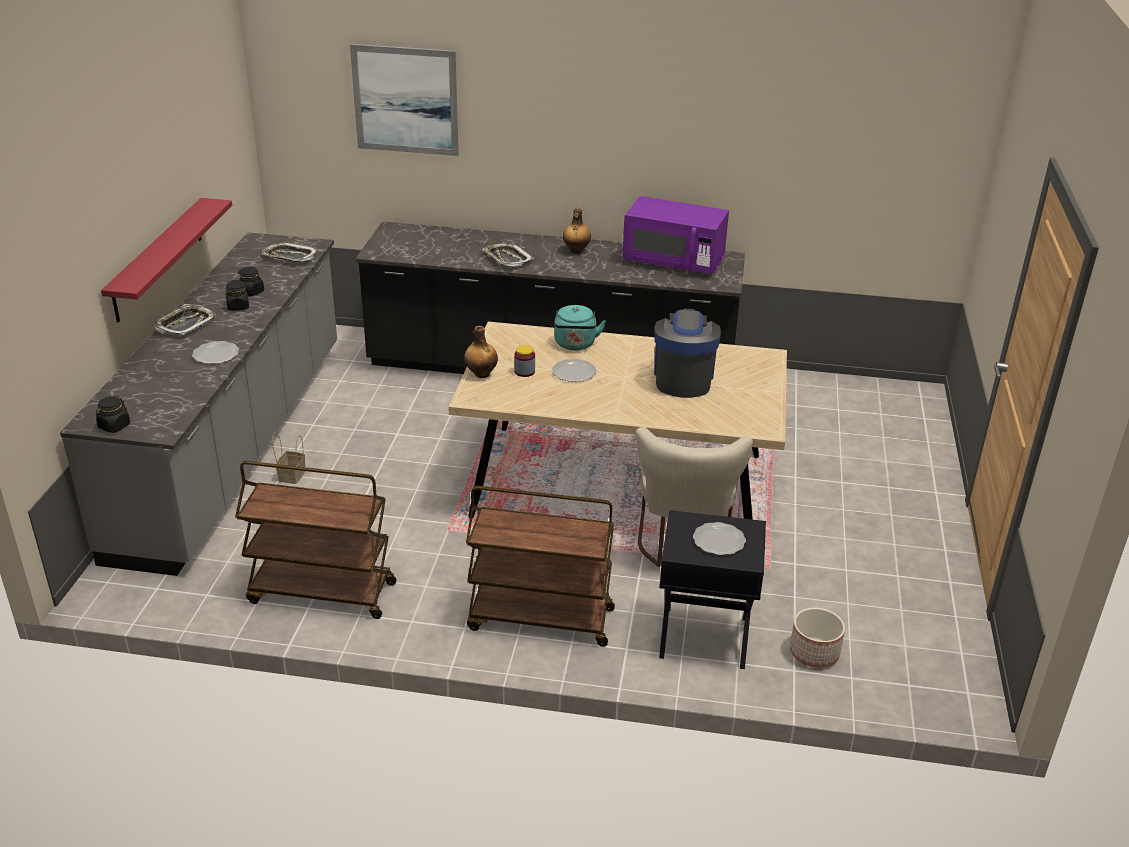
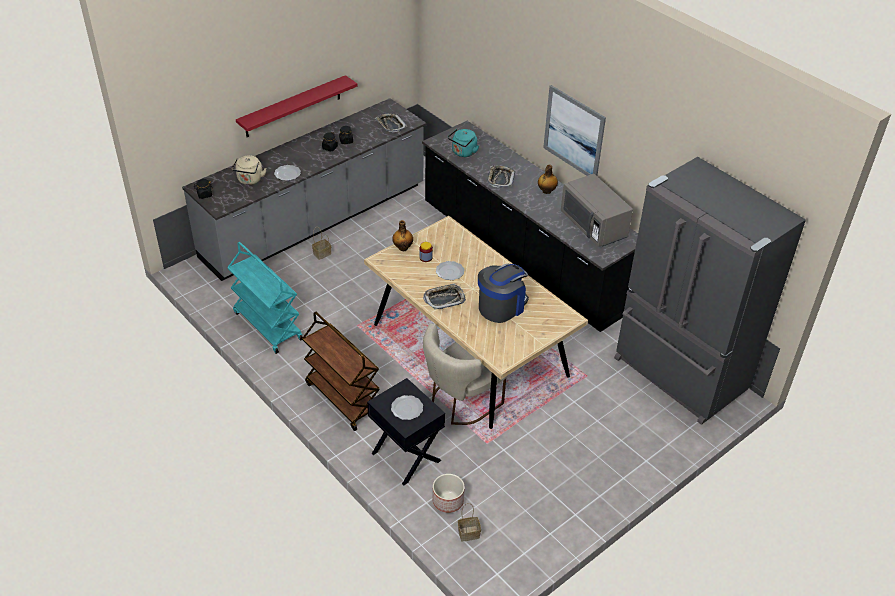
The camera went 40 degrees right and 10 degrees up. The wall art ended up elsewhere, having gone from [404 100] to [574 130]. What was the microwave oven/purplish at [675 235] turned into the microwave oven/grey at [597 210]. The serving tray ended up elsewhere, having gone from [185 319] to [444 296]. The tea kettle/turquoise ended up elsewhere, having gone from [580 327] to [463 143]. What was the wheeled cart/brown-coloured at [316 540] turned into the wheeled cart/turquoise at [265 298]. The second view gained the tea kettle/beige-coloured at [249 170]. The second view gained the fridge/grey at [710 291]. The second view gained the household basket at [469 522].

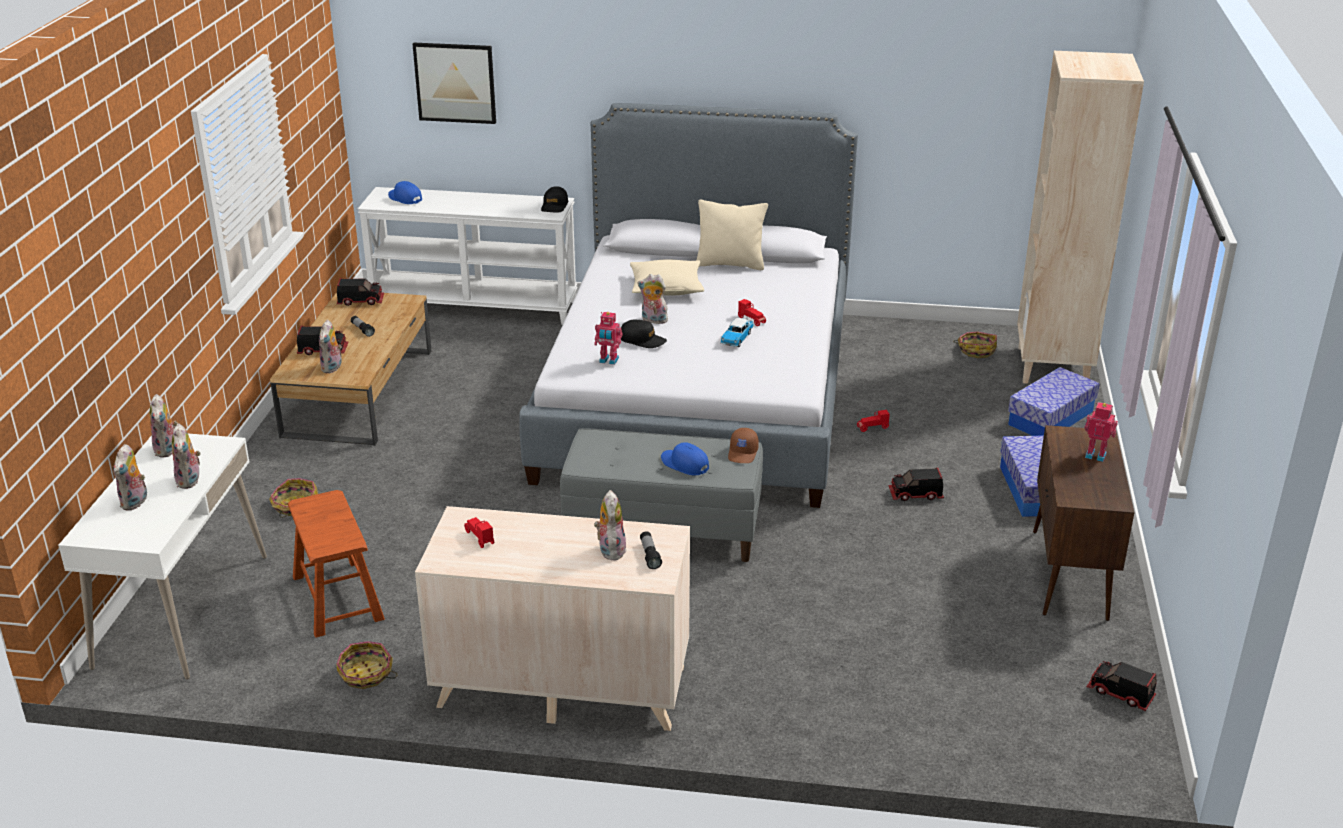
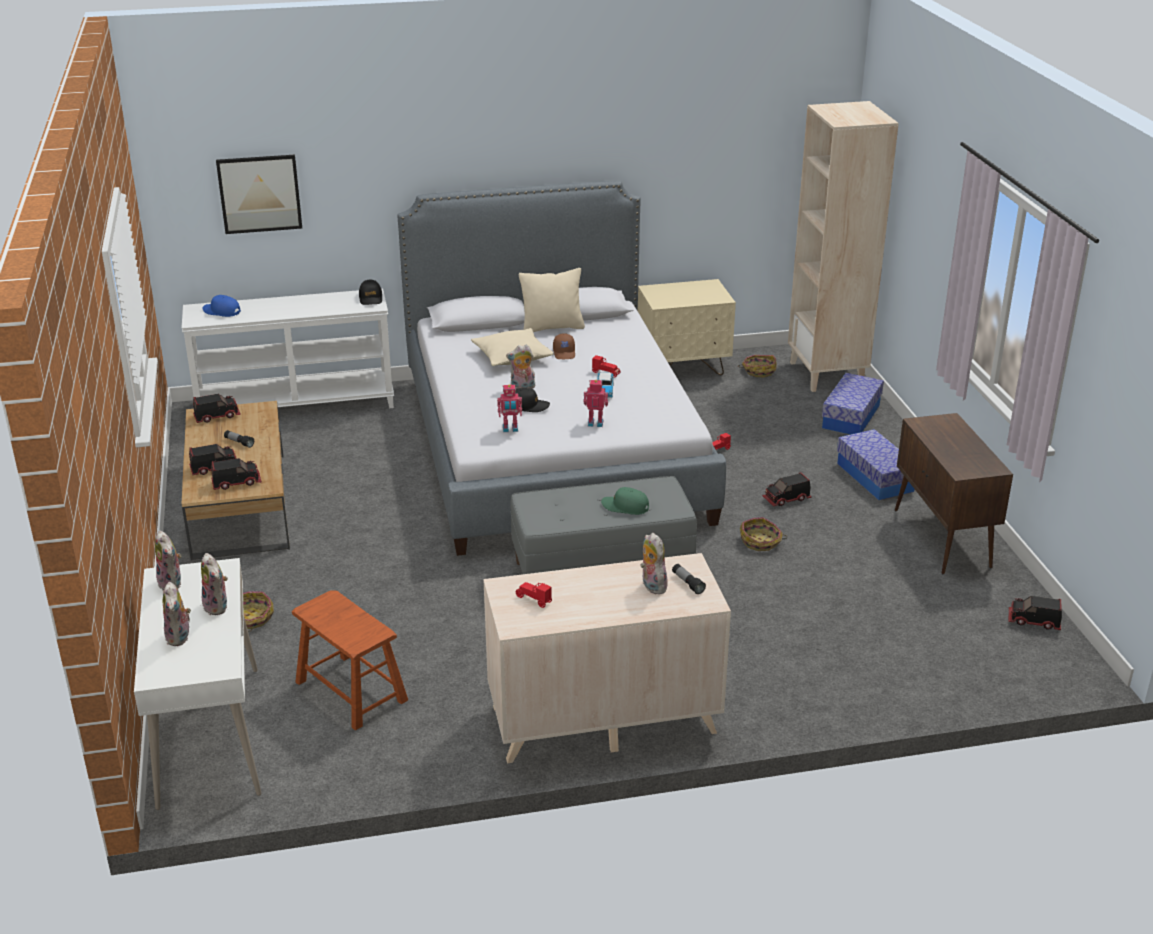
The camera went 20 degrees left and 0 degrees up. Where the soft toy stood at [331 346], the toy lorry came to stand at [236 474]. The model robot ended up elsewhere, having gone from [1101 432] to [595 403]. The baseball cap/brown-coloured ended up elsewhere, having gone from [743 445] to [564 346]. What was the baseball cap/bluish at [685 458] turned into the baseball cap/green-coloured at [625 501]. The household basket ended up elsewhere, having gone from [366 665] to [763 534]. The second view gained the nightstand/beige-coloured at [687 327].

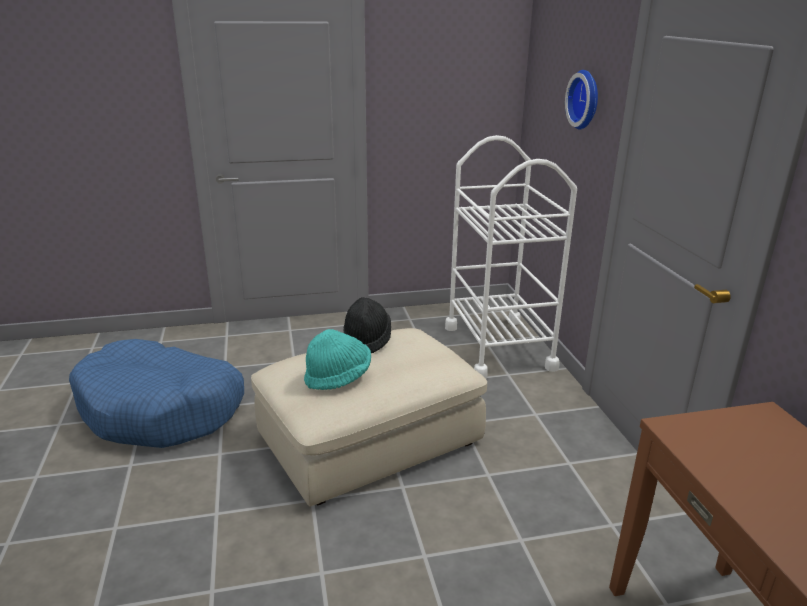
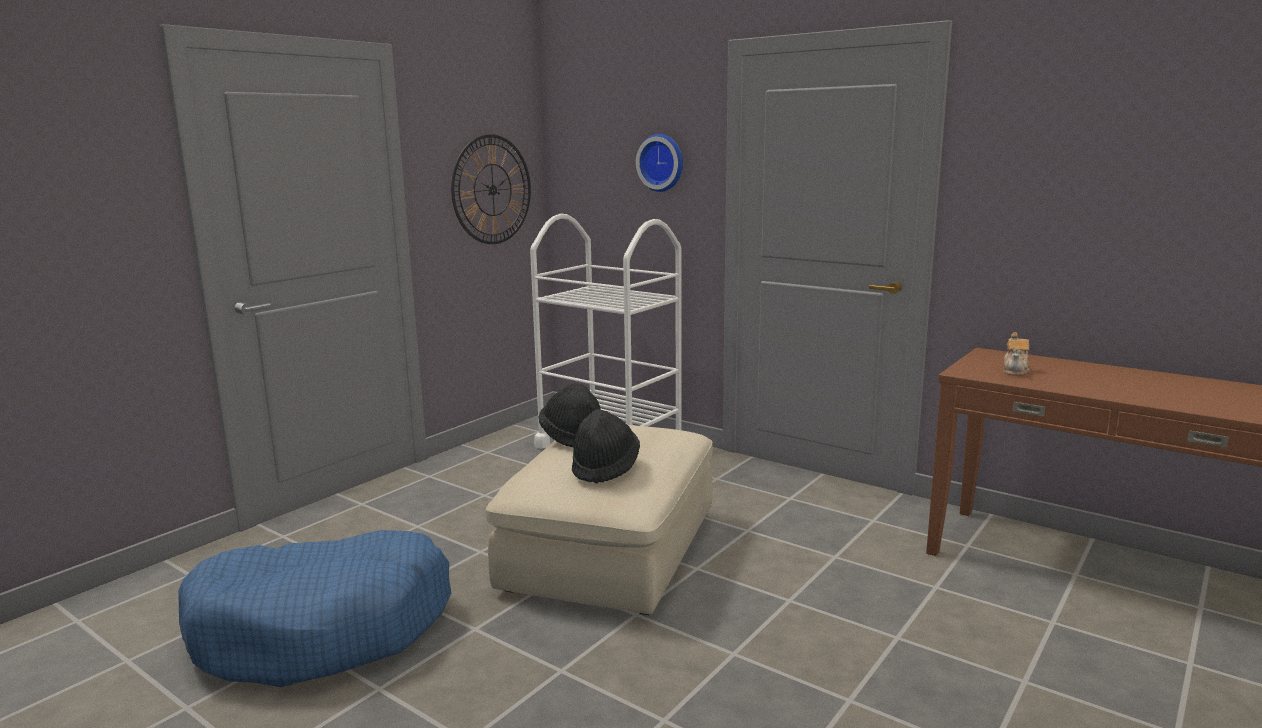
The camera went 40 degrees left and 10 degrees down. What was the clothing hat/turquoise at [337 359] turned into the clothing hat/black-coloured at [606 446]. The second view gained the hanging clock at [491 189]. The second view gained the teapot at [1016 354].

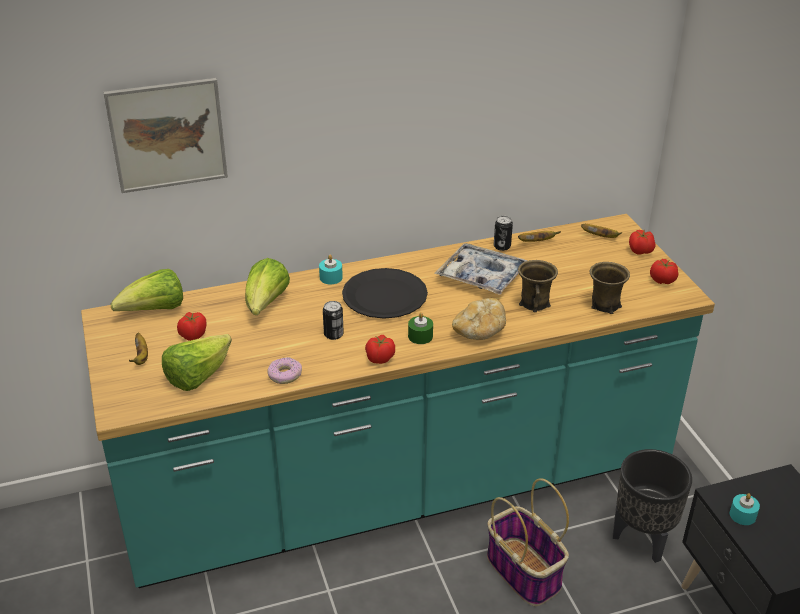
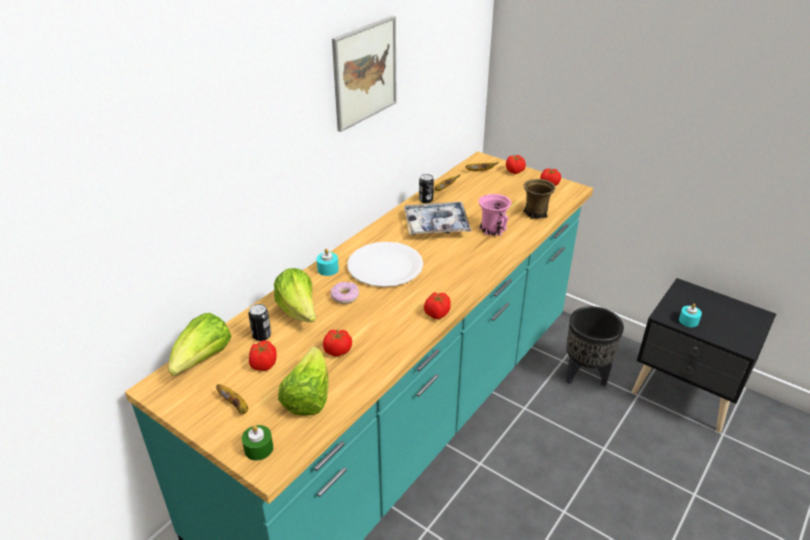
The camera went 35 degrees left and 0 degrees up. The wall art ended up elsewhere, having gone from [165 135] to [364 74]. What was the mug/brown-coloured at [538 286] turned into the mug/pink at [495 215]. What was the flat dish/black-coloured at [385 293] turned into the flat dish/whitish at [385 264]. The second view lost the bakery bread at [479 319]. The can ended up elsewhere, having gone from [333 320] to [259 322]. The wax candle/green-coloured ended up elsewhere, having gone from [420 328] to [257 443]. The donut ended up elsewhere, having gone from [284 370] to [344 293]. The second view lost the household basket at [528 542]. The second view gained the tomato at [337 343].

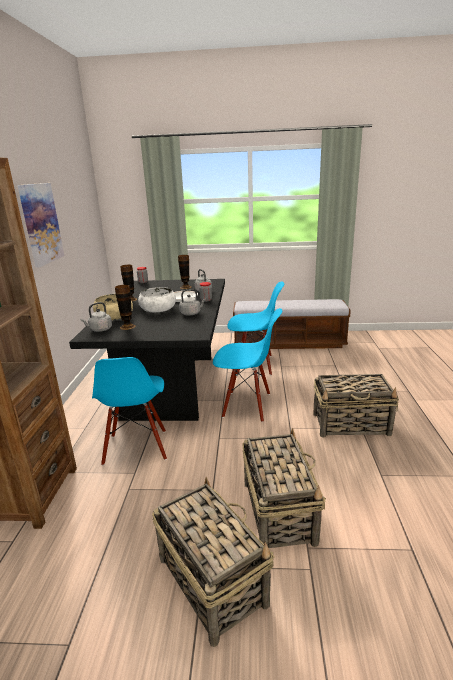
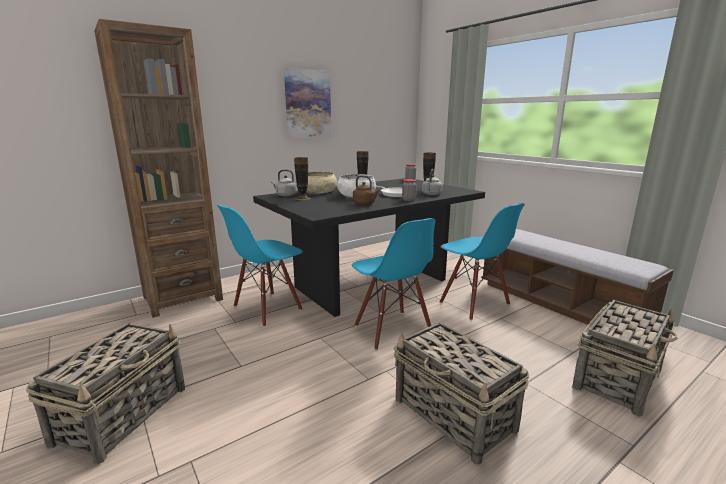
The camera went 50 degrees right and 5 degrees down. What was the tea kettle/grey at [192 302] turned into the tea kettle/brown-coloured at [366 190]. The household basket ended up elsewhere, having gone from [284 488] to [625 358].

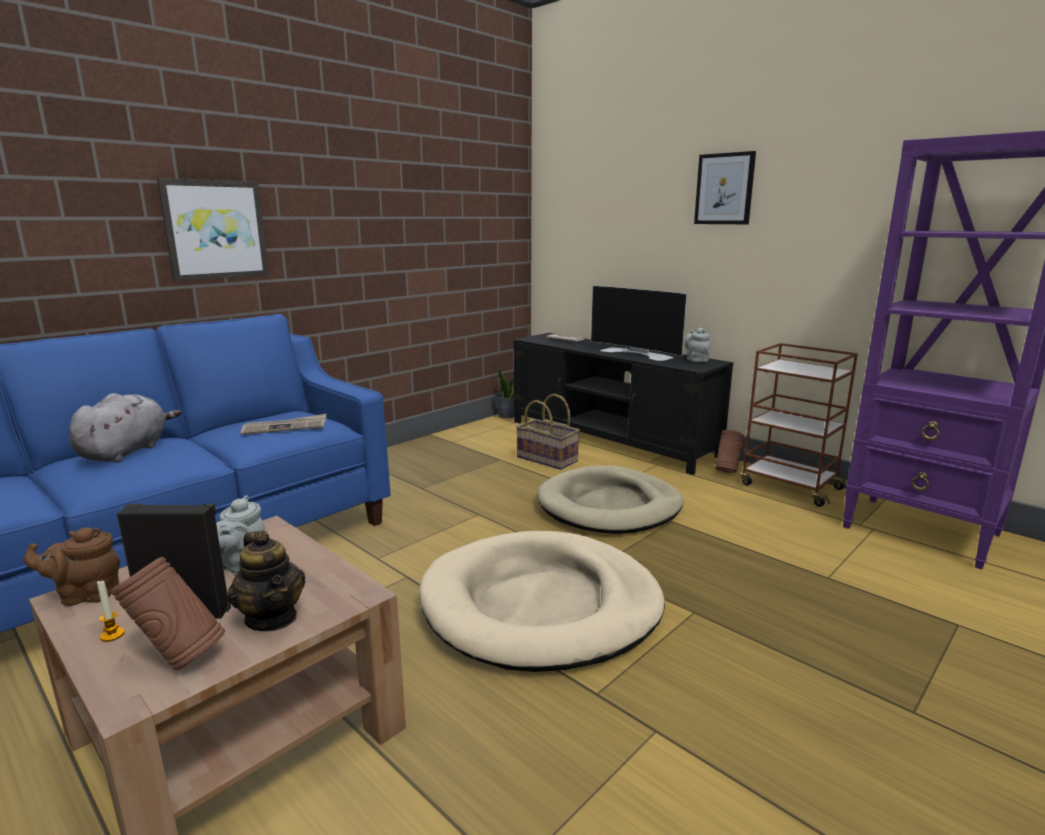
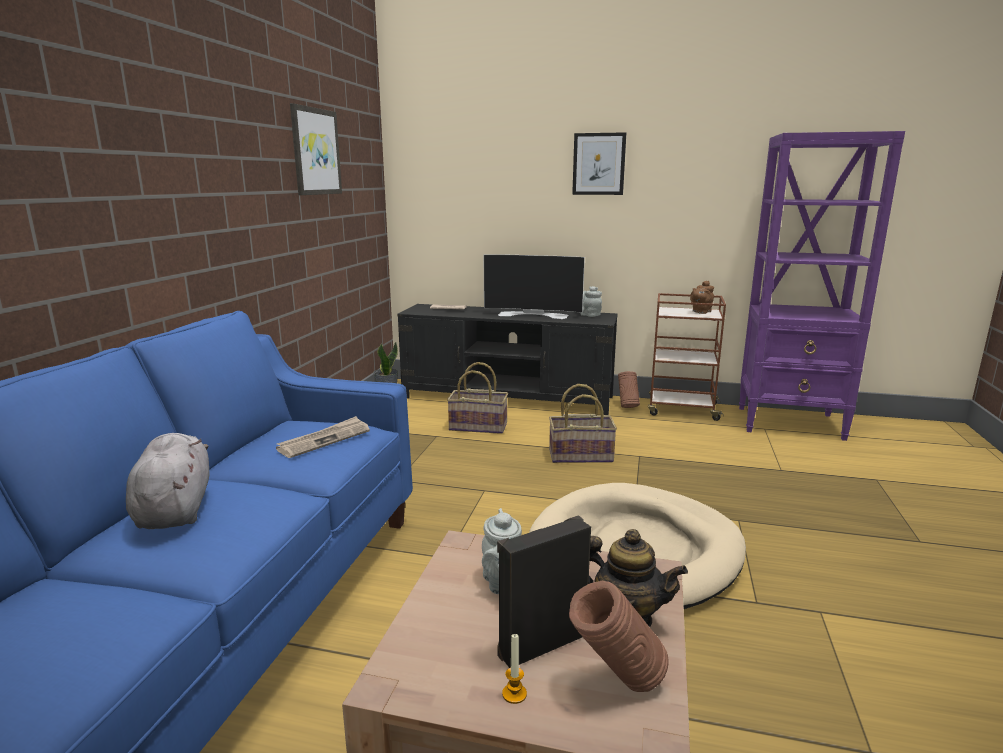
The camera went 30 degrees left and 0 degrees up. The wall art ended up elsewhere, having gone from [213 229] to [316 149]. Where the dog bed/beige-coloured stood at [610 499], the household basket came to stand at [583 423]. The teapot/brown-coloured ended up elsewhere, having gone from [72 566] to [702 297].

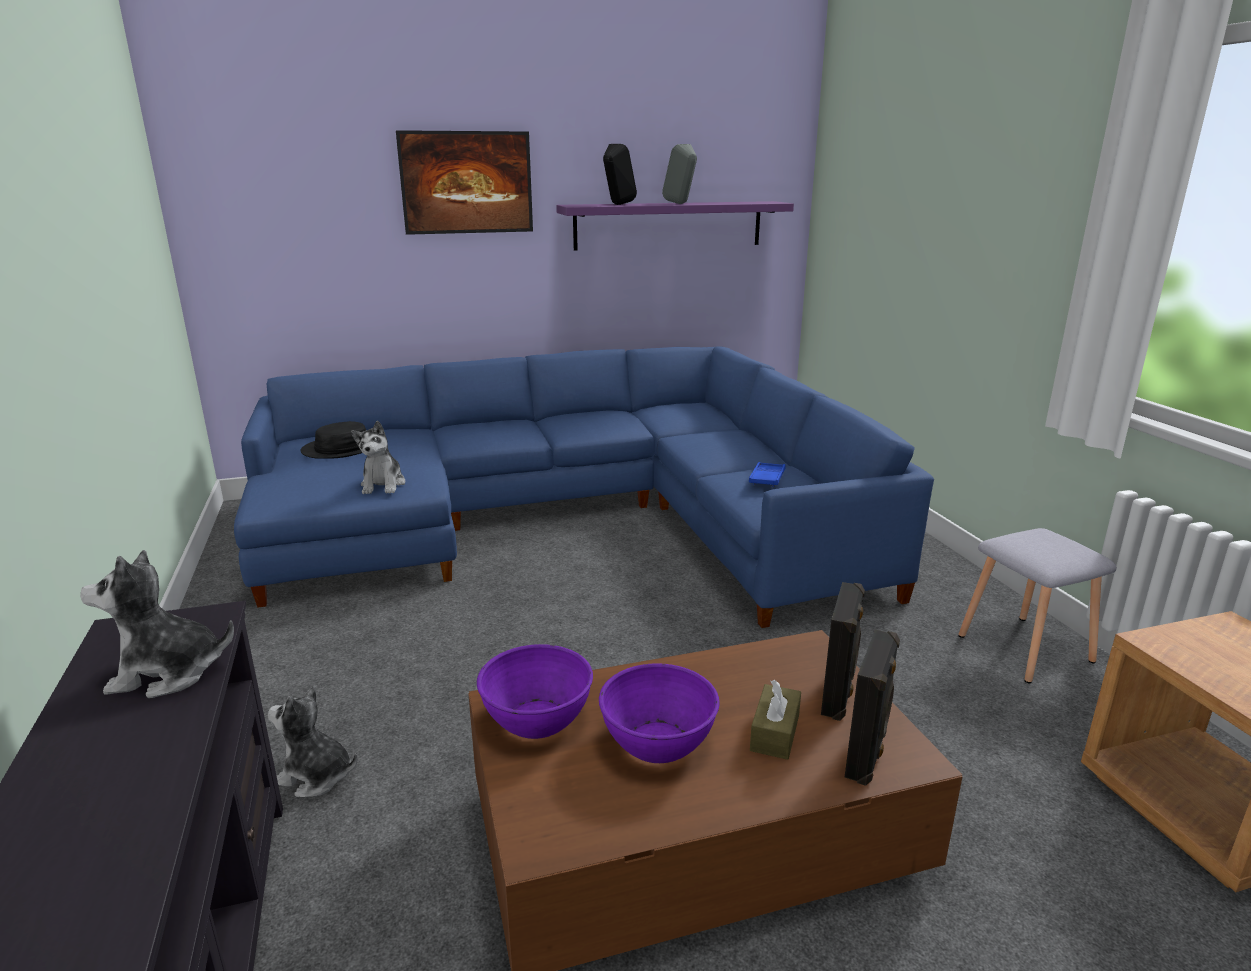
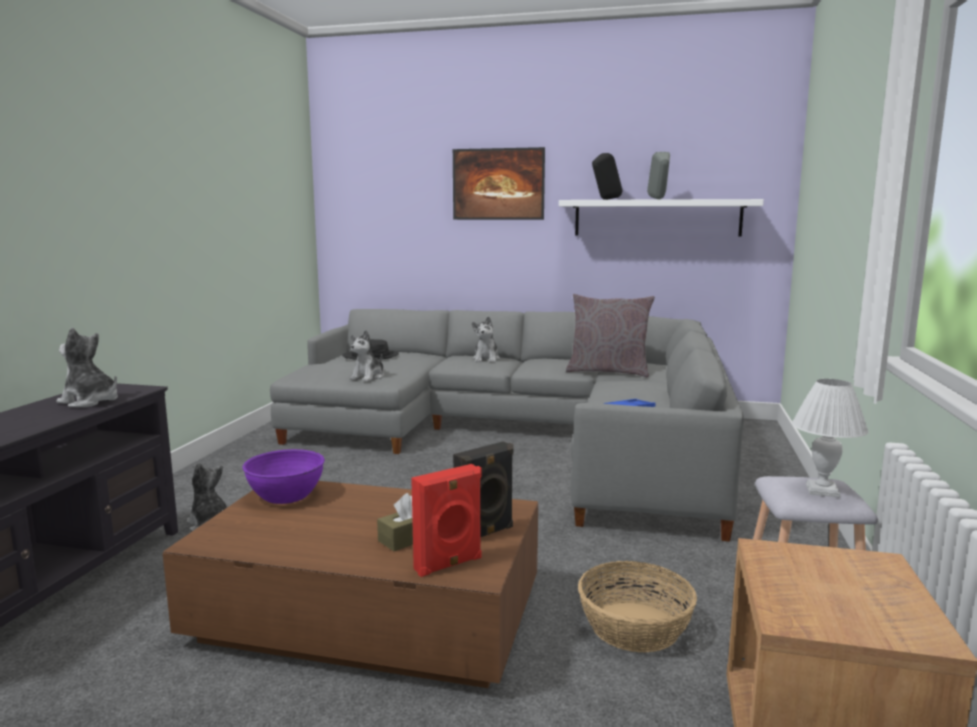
The camera went 30 degrees right and 10 degrees down. What was the bracket shelf/purplish at [675 226] turned into the bracket shelf/whitish at [661 218]. What was the settee/bluish at [584 487] turned into the settee/grey at [507 425]. What was the audio speaker/black-coloured at [872 708] turned into the audio speaker/reddish at [446 520]. The second view lost the serving bowl/purplish at [659 713]. The second view gained the cushion/grey at [610 336]. The second view gained the soft toy at [486 339]. The second view gained the table lamp/whitish at [830 438]. The second view gained the household basket at [637 607].

